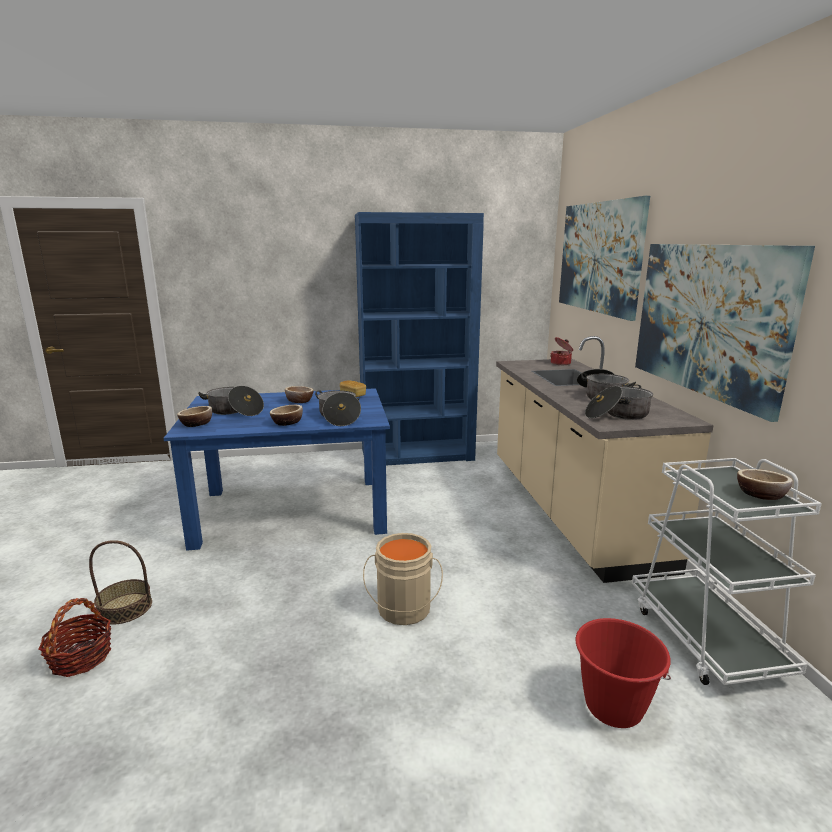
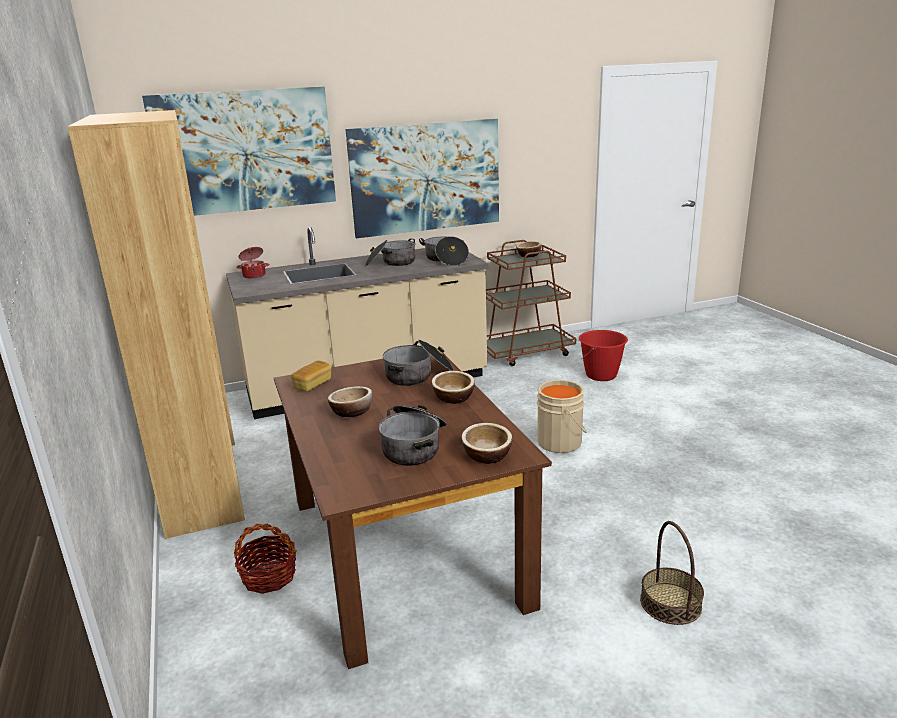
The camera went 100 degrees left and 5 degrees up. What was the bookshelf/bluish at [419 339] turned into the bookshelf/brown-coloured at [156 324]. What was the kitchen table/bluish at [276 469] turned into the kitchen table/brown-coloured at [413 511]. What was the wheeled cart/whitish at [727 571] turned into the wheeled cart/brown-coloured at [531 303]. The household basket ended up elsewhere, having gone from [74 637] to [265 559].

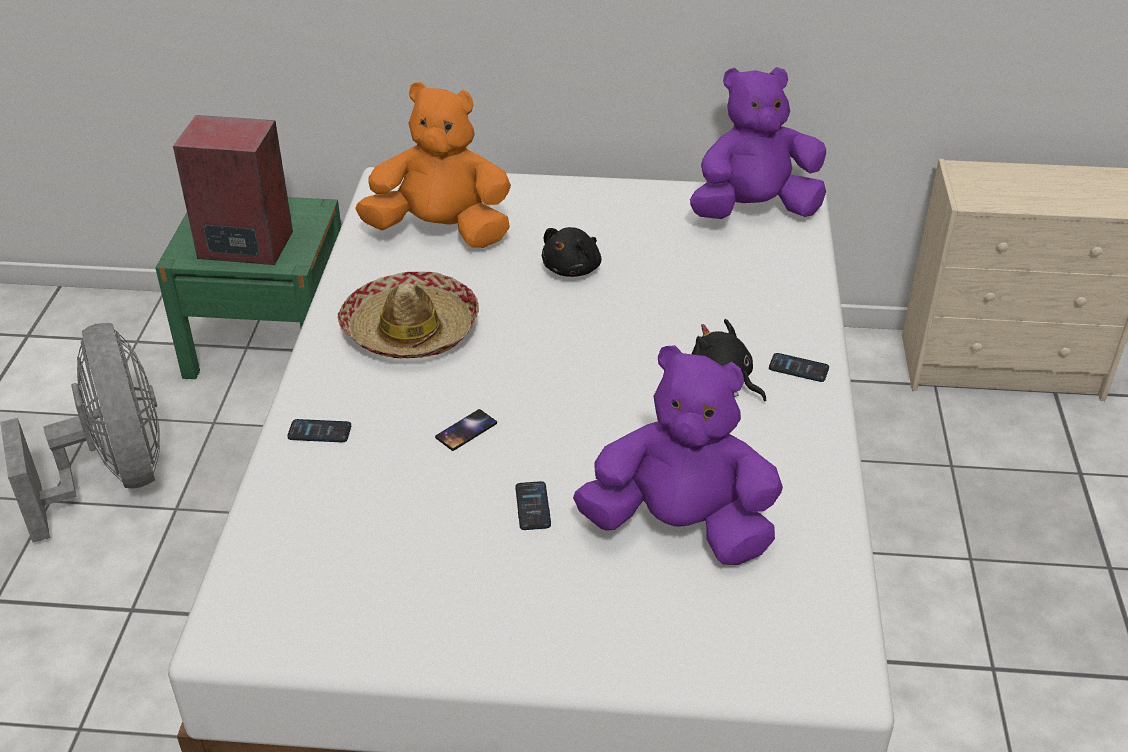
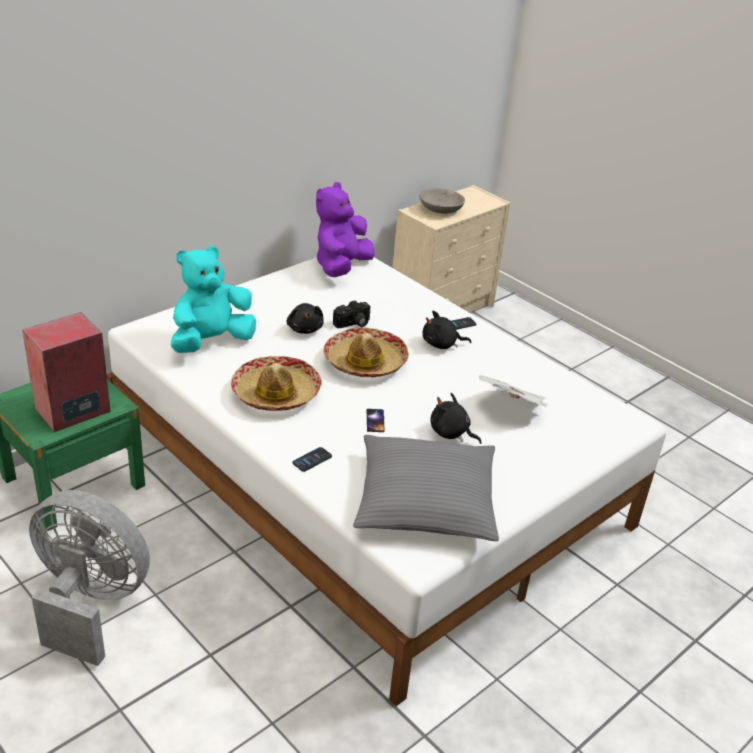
The camera went 50 degrees left and 5 degrees down. What was the soft toy/orangey at [433 165] turned into the soft toy/turquoise at [213 299]. Where the soft toy/purplish stood at [678 455], the newspaper came to stand at [513 391]. Where the telephone stood at [533 505], the soft toy/black-coloured came to stand at [456 418]. The second view gained the serving bowl/grey at [442 201]. The second view gained the still camera at [352 314]. The second view gained the clothing hat at [366 352]. The second view gained the cushion/grey at [426 488].

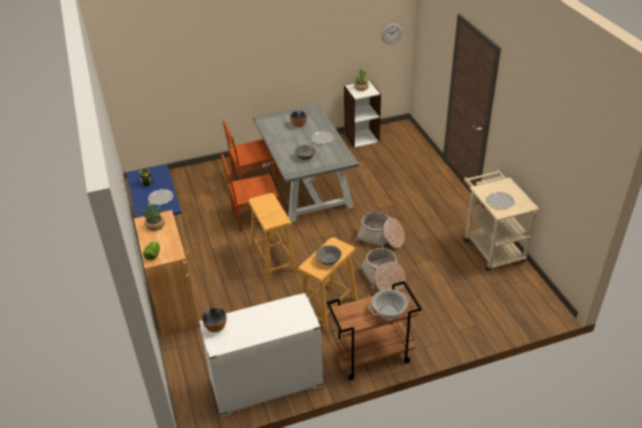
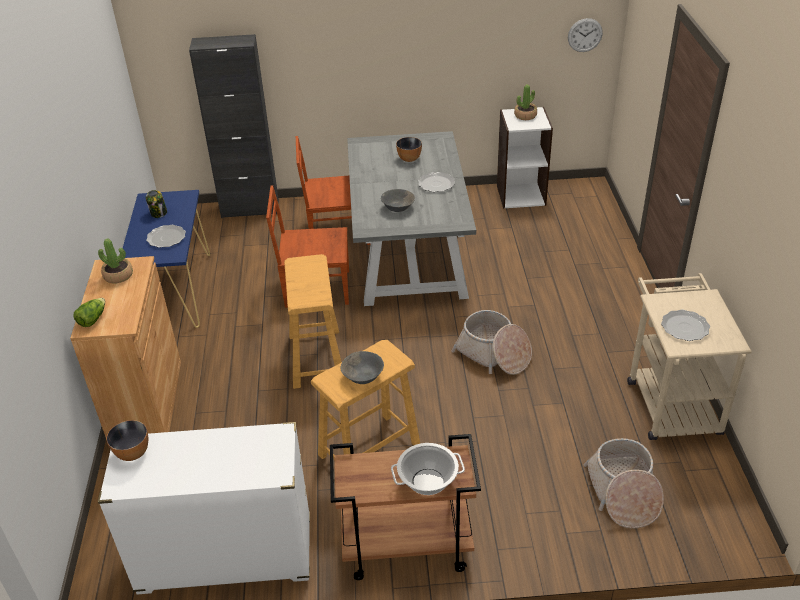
The camera went 15 degrees right and 0 degrees up. The household basket ended up elsewhere, having gone from [382 269] to [623 483]. The second view gained the cabinet/black-coloured at [234 126].

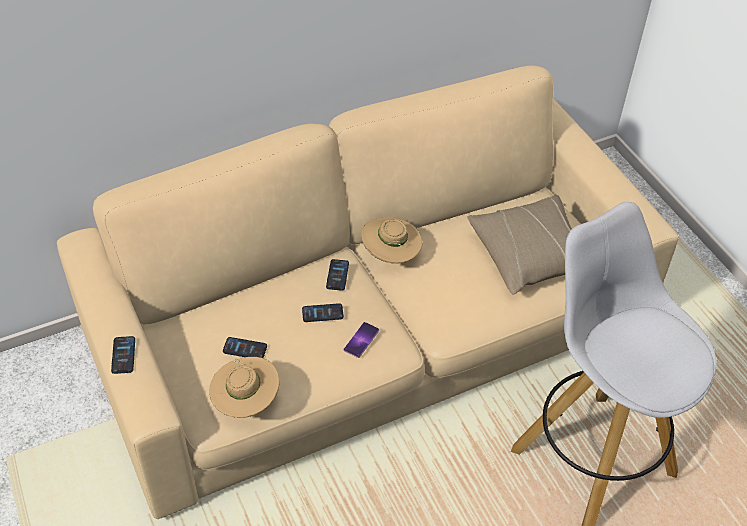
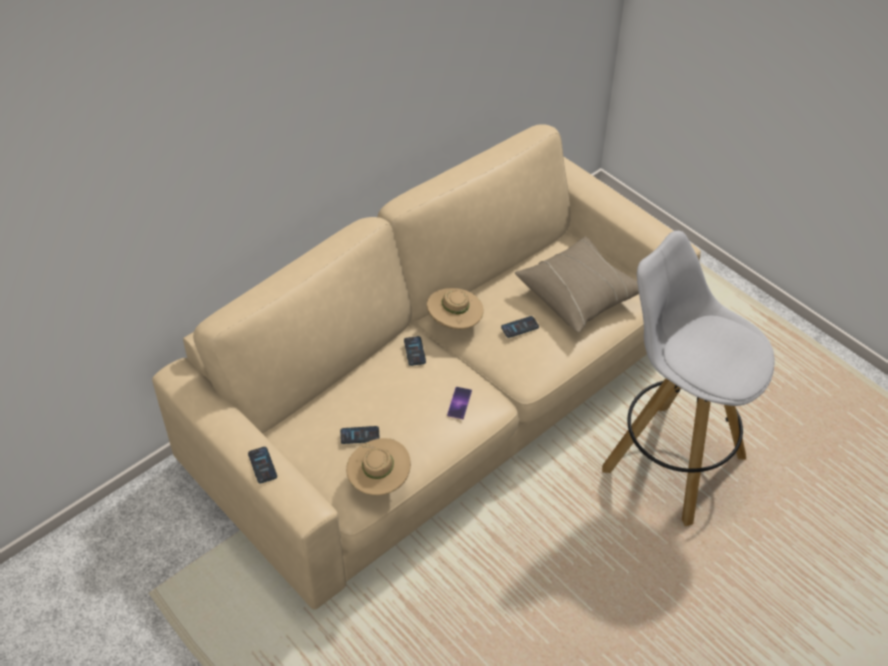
The camera went 15 degrees left and 0 degrees up. The telephone ended up elsewhere, having gone from [323 312] to [520 327].

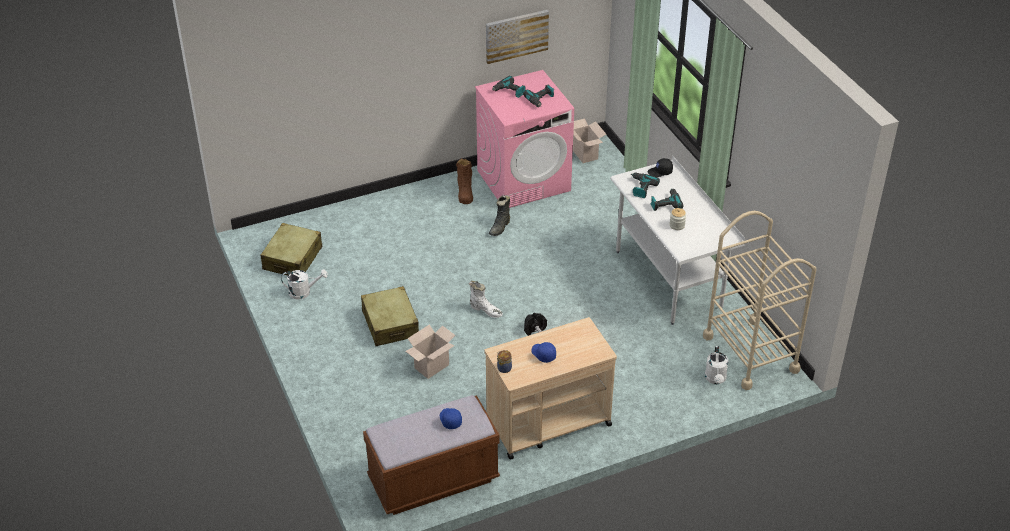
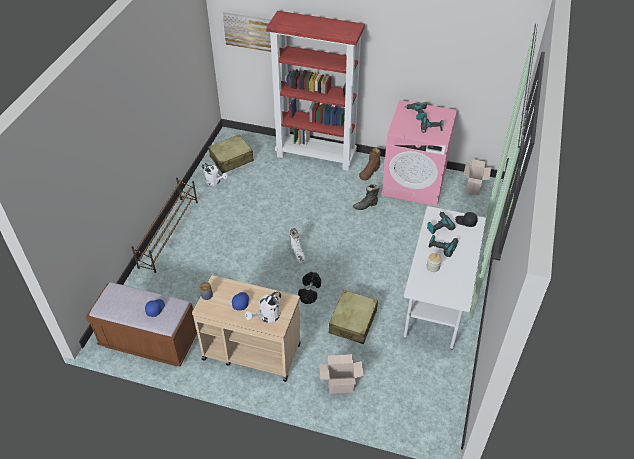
The camera went 40 degrees right and 5 degrees up. The wall art ended up elsewhere, having gone from [517 37] to [247 32]. The second view lost the wheeled cart/beige-coloured at [760 300]. The piece of luggage/beige-coloured ended up elsewhere, having gone from [390 316] to [353 317]. The carton ended up elsewhere, having gone from [430 352] to [341 374]. The watering pot/whitish ended up elsewhere, having gone from [716 365] to [263 307]. The second view gained the bookshelf/reddish at [315 91]. The second view gained the shoe stand/brown-coloured at [164 225].

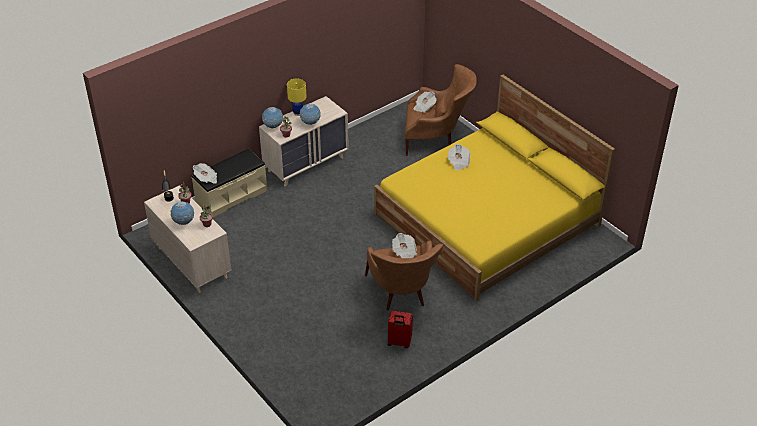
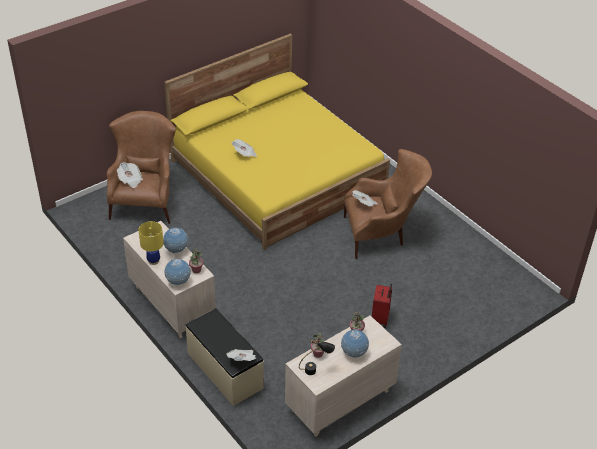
The camera went 90 degrees left and 0 degrees up. The piece of luggage/reddish ended up elsewhere, having gone from [400 329] to [382 306].

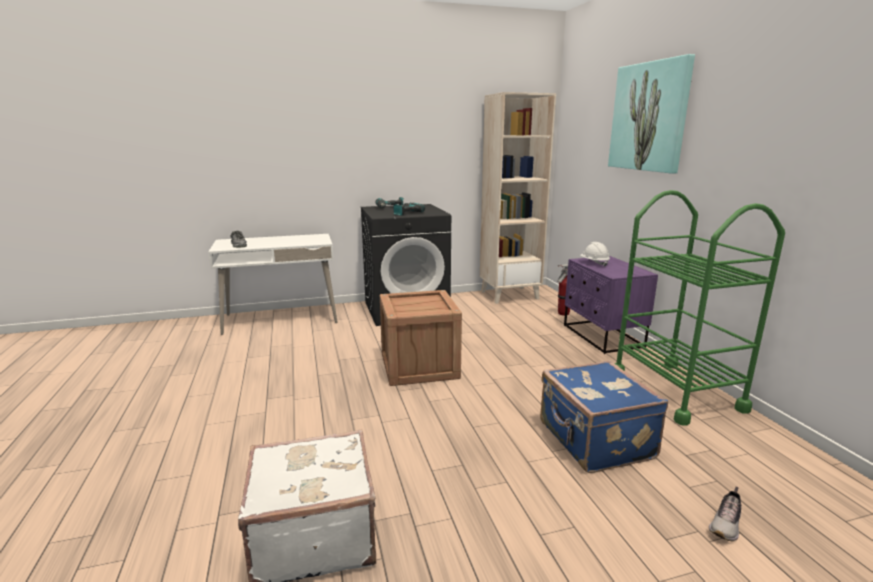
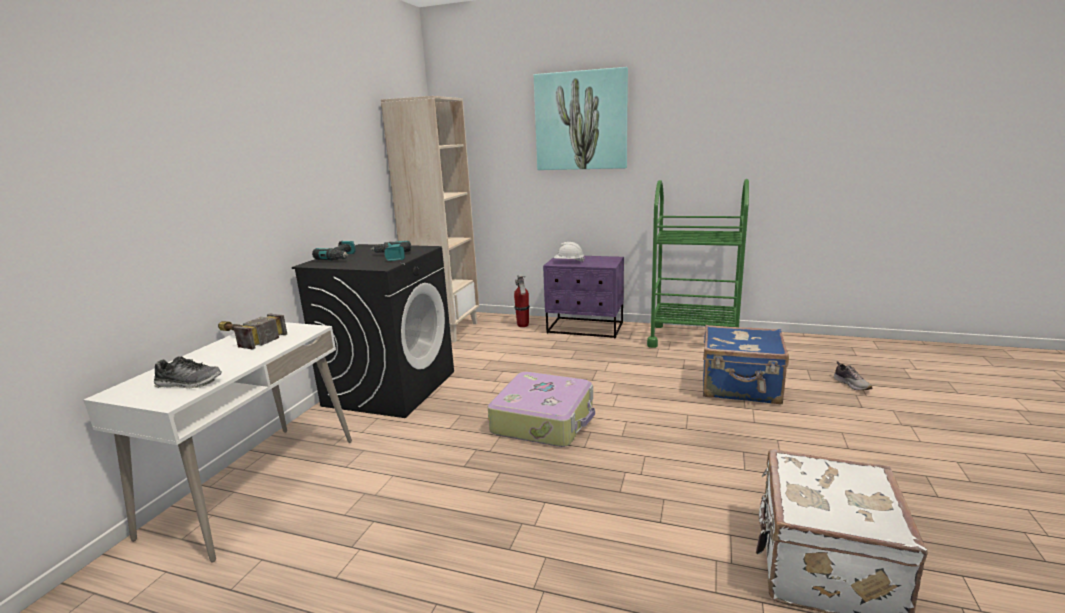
The camera went 55 degrees left and 0 degrees up. Where the packing crate stood at [421 338], the piece of luggage came to stand at [541 409]. The second view gained the tool hammer at [252 331].

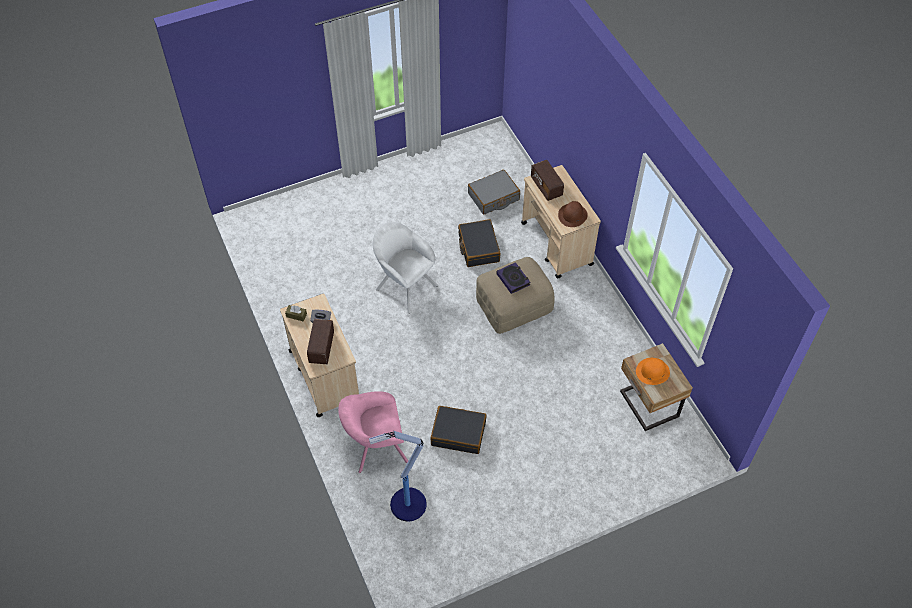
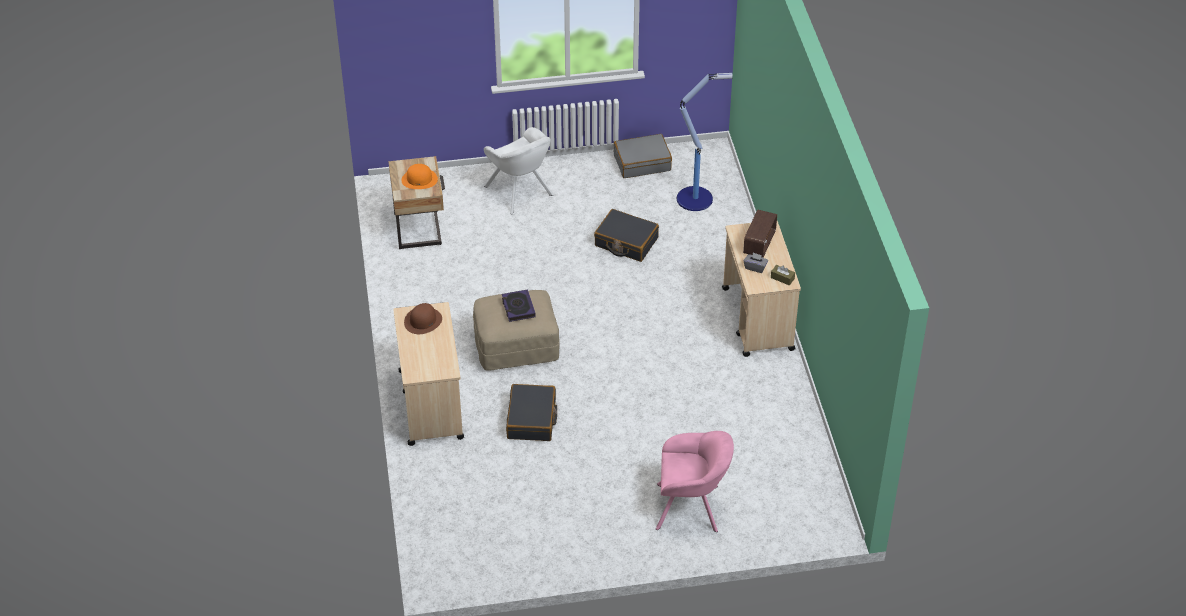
The camera went 165 degrees left and 10 degrees down. The second view lost the radio receiver at [547 180]. The piece of luggage/grey ended up elsewhere, having gone from [494 192] to [643 156]. The armchair/whitish ended up elsewhere, having gone from [406 268] to [519 171]. The armchair/pink ended up elsewhere, having gone from [373 432] to [695 481].

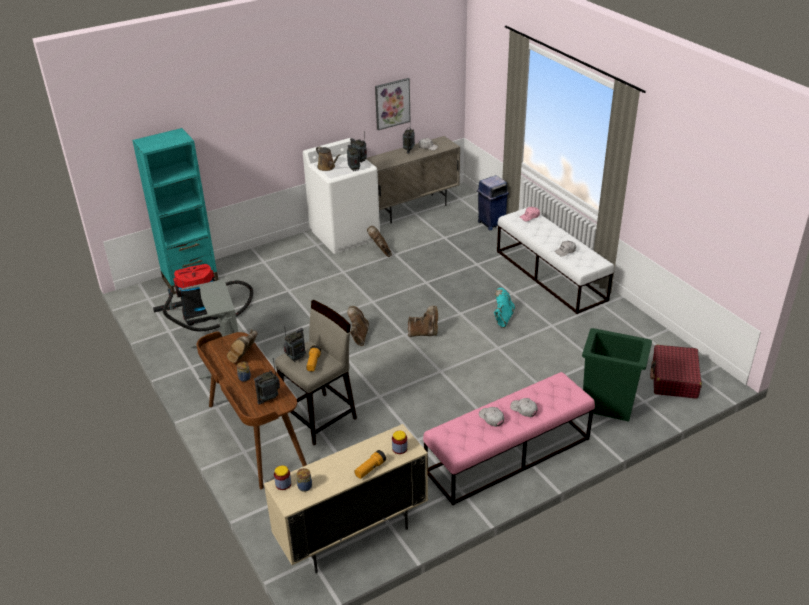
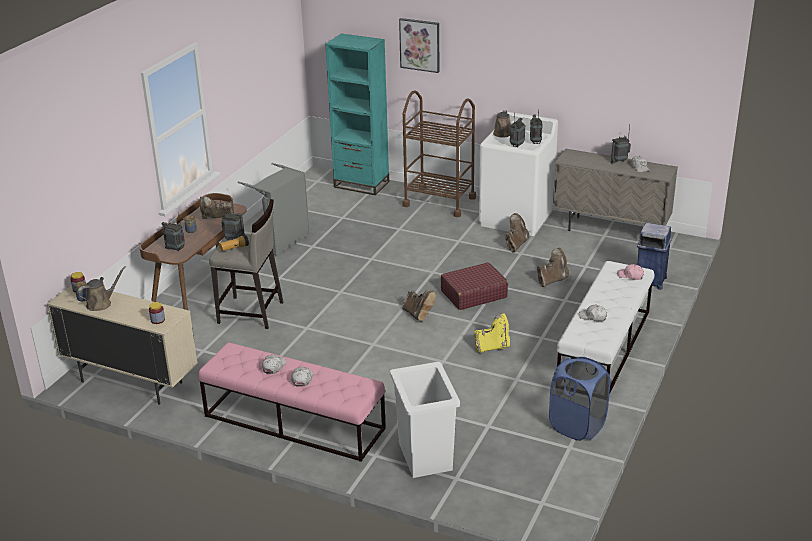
The camera went 55 degrees right and 5 degrees down. The wall art ended up elsewhere, having gone from [392 104] to [419 45]. The second view lost the hoover at [203 298]. What was the tall boot/turquoise at [504 308] turned into the tall boot/yellowish at [492 333]. The tall boot/brown-coloured ended up elsewhere, having gone from [358 326] to [553 267]. What was the waste bin/green-coloured at [617 375] turned into the waste bin/whitish at [425 420]. The piece of luggage/reddish ended up elsewhere, having gone from [676 372] to [474 286]. The second view lost the torch at [370 464]. The second view gained the wheeled cart/brown-coloured at [439 153]. The second view gained the watering pot/brown-coloured at [101 288]. The second view gained the laundry basket/bluish at [579 399].

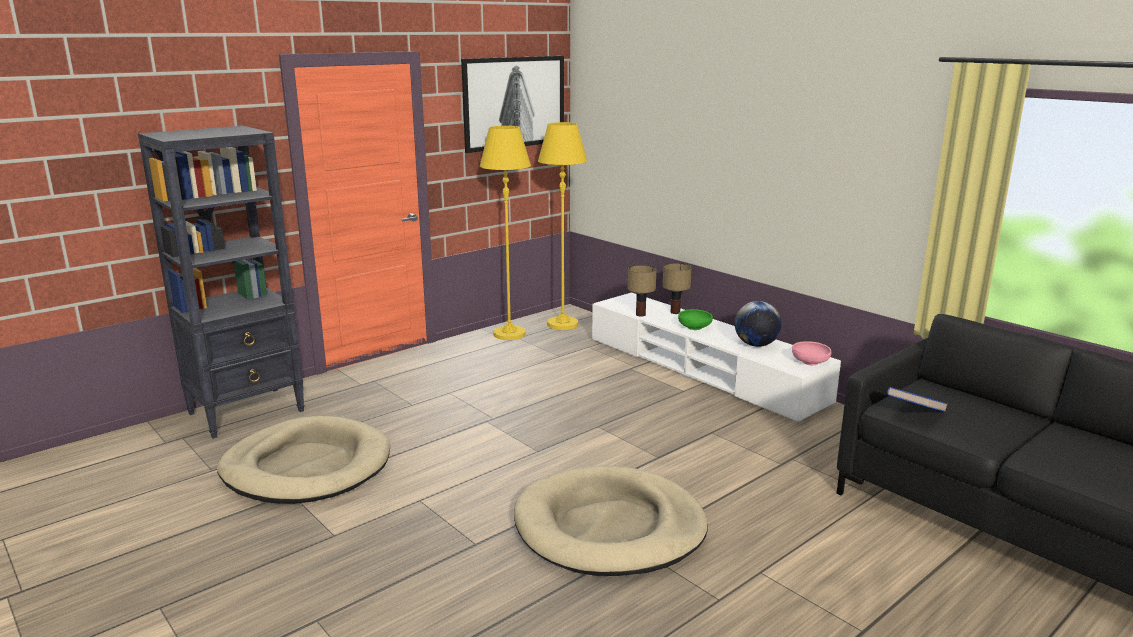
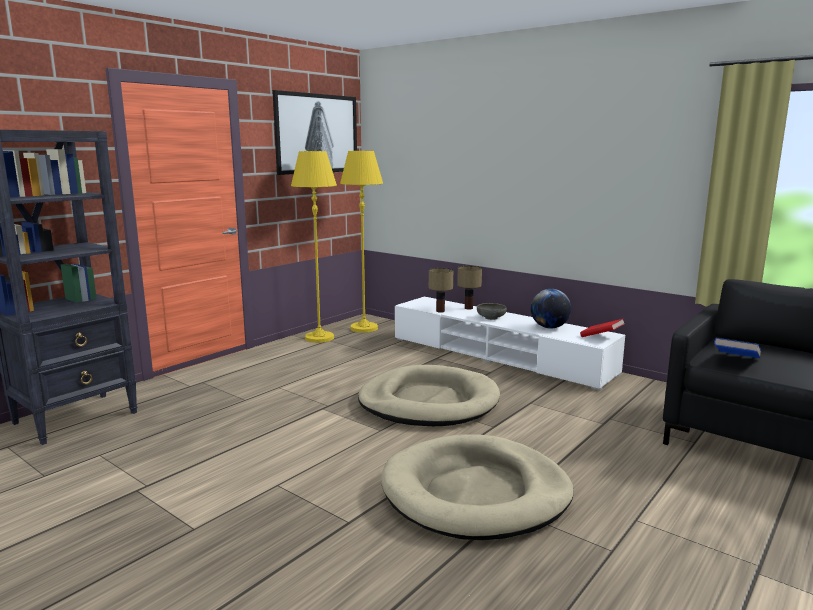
The camera went 10 degrees left and 5 degrees down. What was the serving bowl/green-coloured at [695 319] turned into the serving bowl/grey at [492 311]. Where the serving bowl/pink stood at [812 353], the volume/reddish came to stand at [602 328]. The dog bed/beige-coloured ended up elsewhere, having gone from [303 460] to [429 395].

